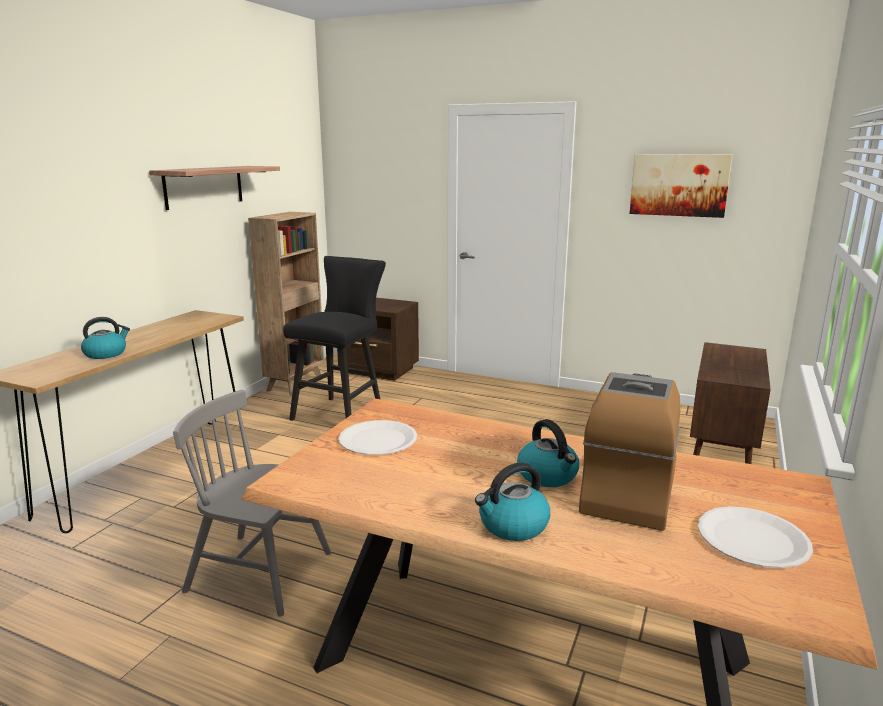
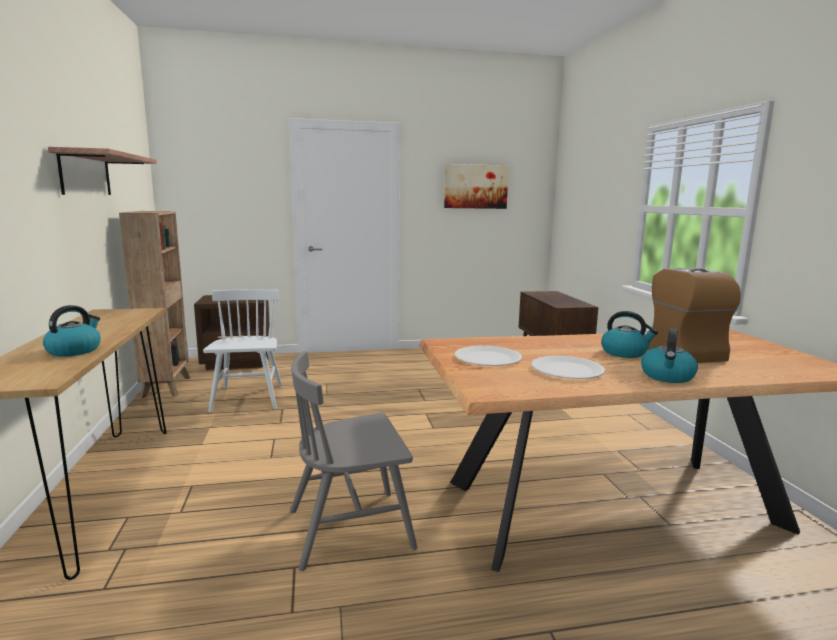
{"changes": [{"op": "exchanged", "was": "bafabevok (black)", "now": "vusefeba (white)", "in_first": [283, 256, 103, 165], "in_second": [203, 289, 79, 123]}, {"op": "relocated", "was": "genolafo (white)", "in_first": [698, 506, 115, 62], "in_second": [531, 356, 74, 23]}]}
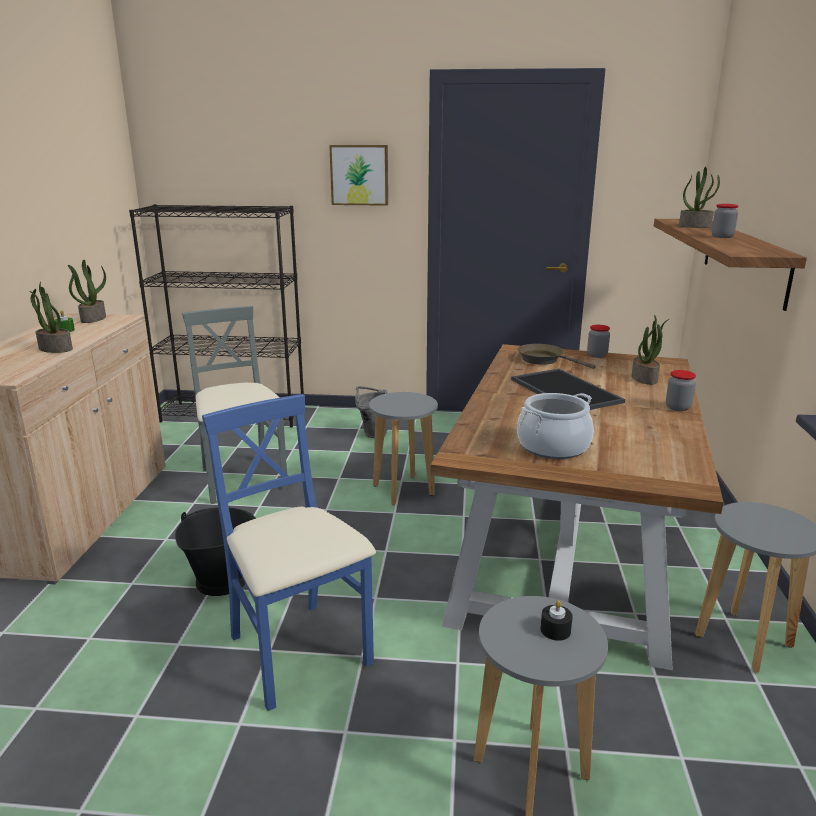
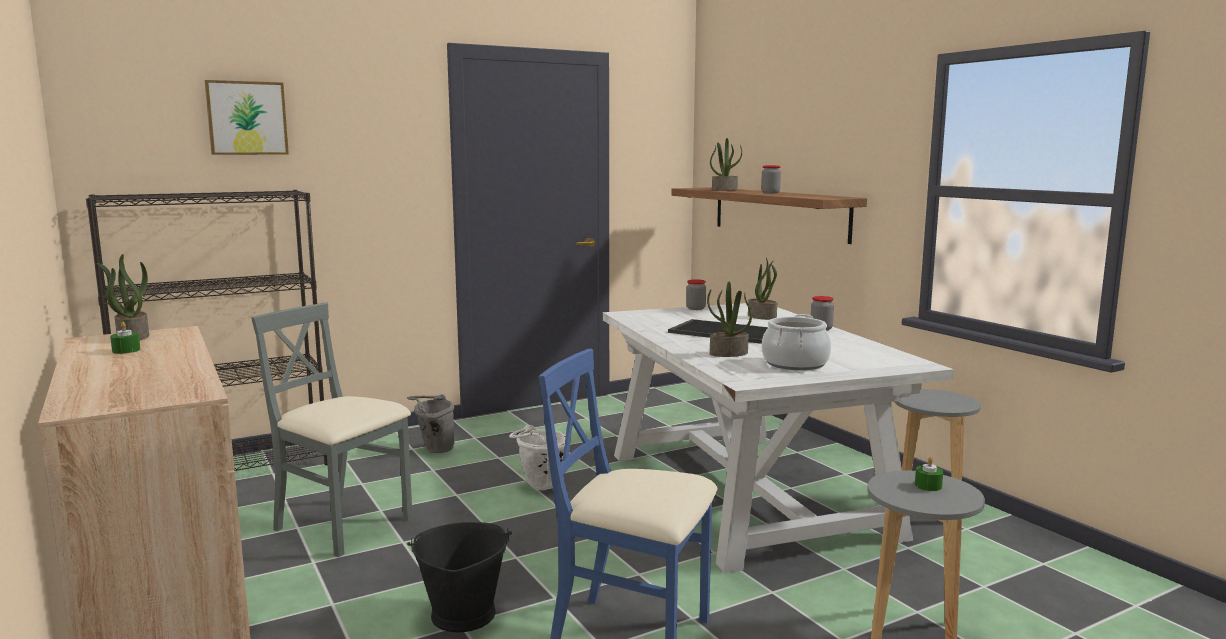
{"changes": [{"op": "relocated", "was": "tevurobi", "in_first": [329, 145, 59, 61], "in_second": [205, 80, 84, 75]}, {"op": "relocated", "was": "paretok", "in_first": [29, 281, 44, 72], "in_second": [707, 282, 45, 75]}, {"op": "colour", "was": "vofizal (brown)", "now": "vofizal (white)", "in_first": [431, 344, 293, 326], "in_second": [603, 303, 351, 270]}, {"op": "missing", "was": "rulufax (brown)", "in_first": [518, 344, 78, 25]}, {"op": "exchanged", "was": "bafabevok (grey)", "now": "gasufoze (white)", "in_first": [369, 392, 69, 113], "in_second": [509, 425, 57, 65]}, {"op": "colour", "was": "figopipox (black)", "now": "figopipox (green)", "in_first": [541, 600, 32, 41], "in_second": [915, 457, 28, 34]}]}
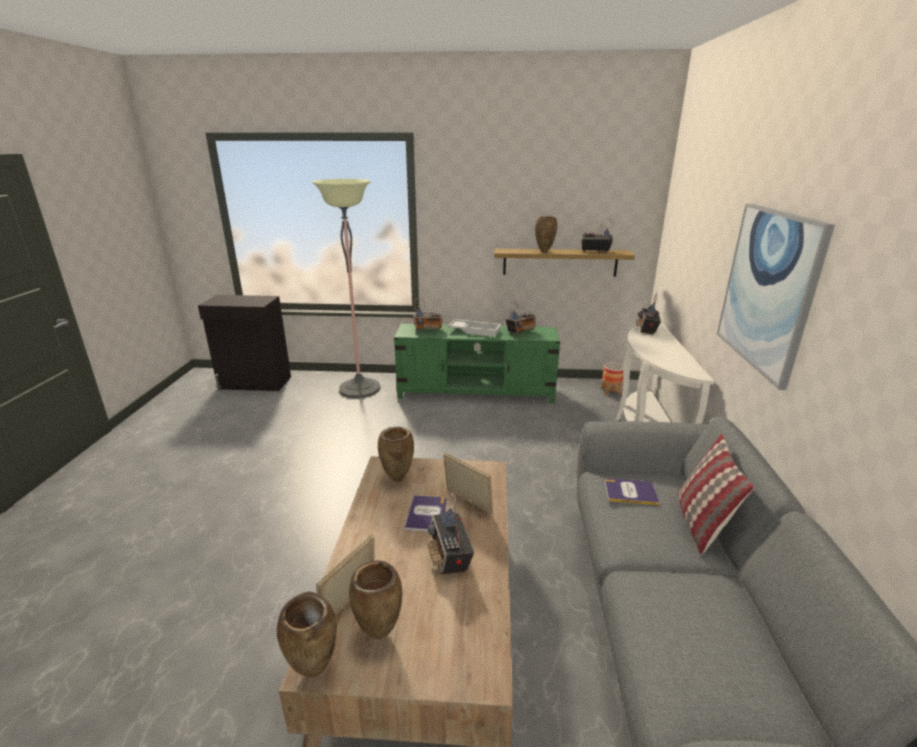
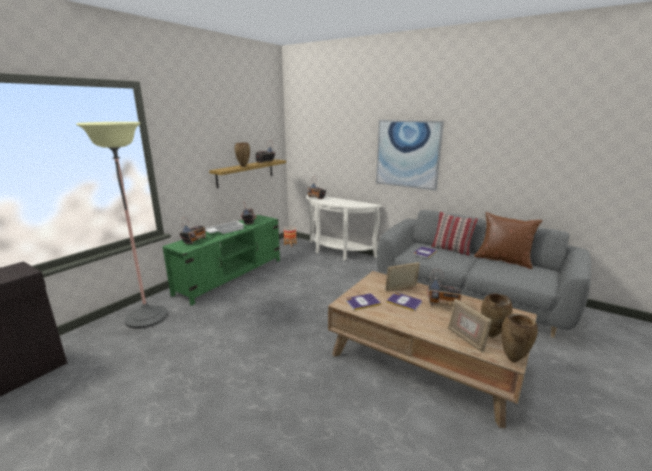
{"changes": [{"op": "exchanged", "was": "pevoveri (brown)", "now": "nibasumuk", "in_first": [378, 427, 36, 55], "in_second": [346, 294, 35, 16]}, {"op": "appeared", "now": "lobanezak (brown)", "in_second": [474, 212, 69, 57]}]}
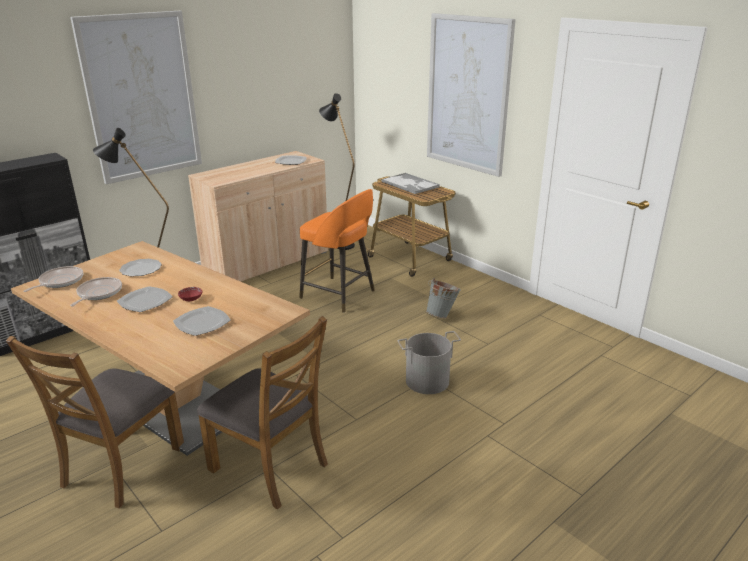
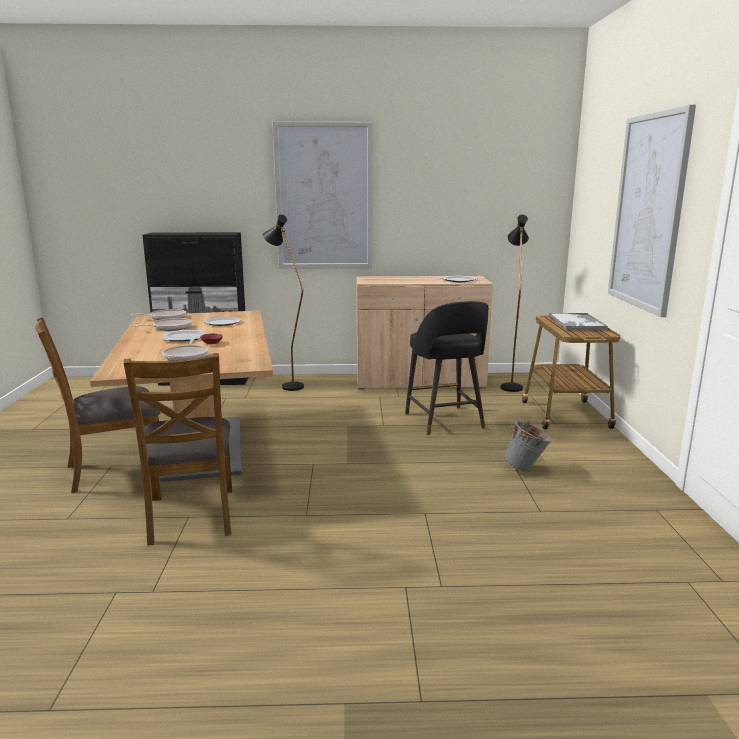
{"changes": [{"op": "colour", "was": "bafabevok (orange)", "now": "bafabevok (black)", "in_first": [299, 189, 76, 124], "in_second": [405, 301, 84, 134]}, {"op": "exchanged", "was": "genolafo", "now": "rulufax", "in_first": [173, 306, 58, 30], "in_second": [162, 338, 47, 23]}, {"op": "missing", "was": "gasufoze (grey)", "in_first": [398, 331, 63, 63]}]}
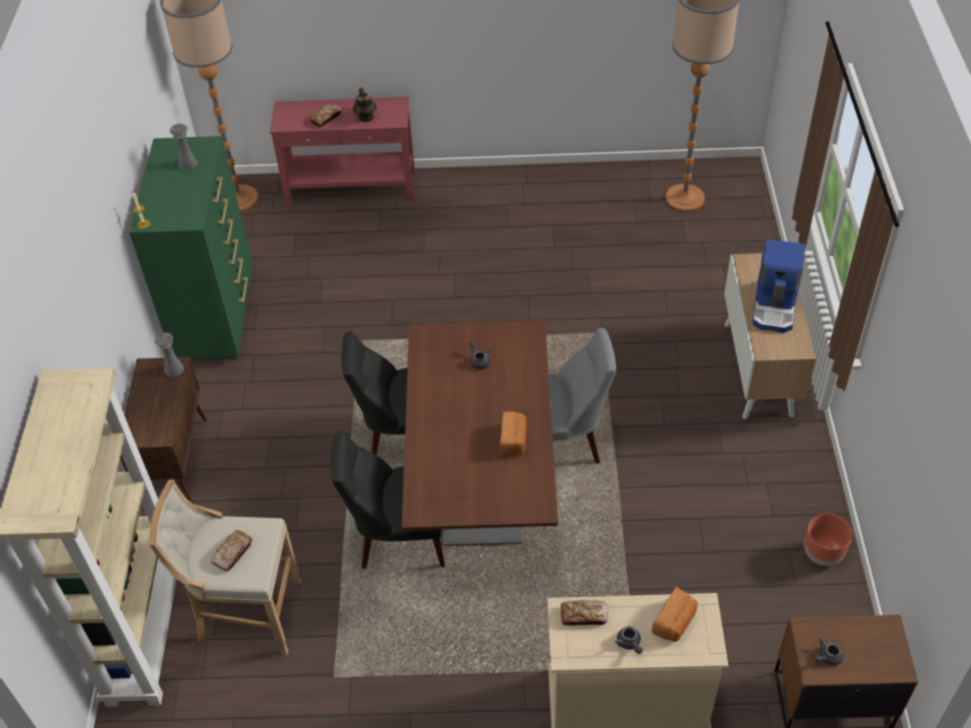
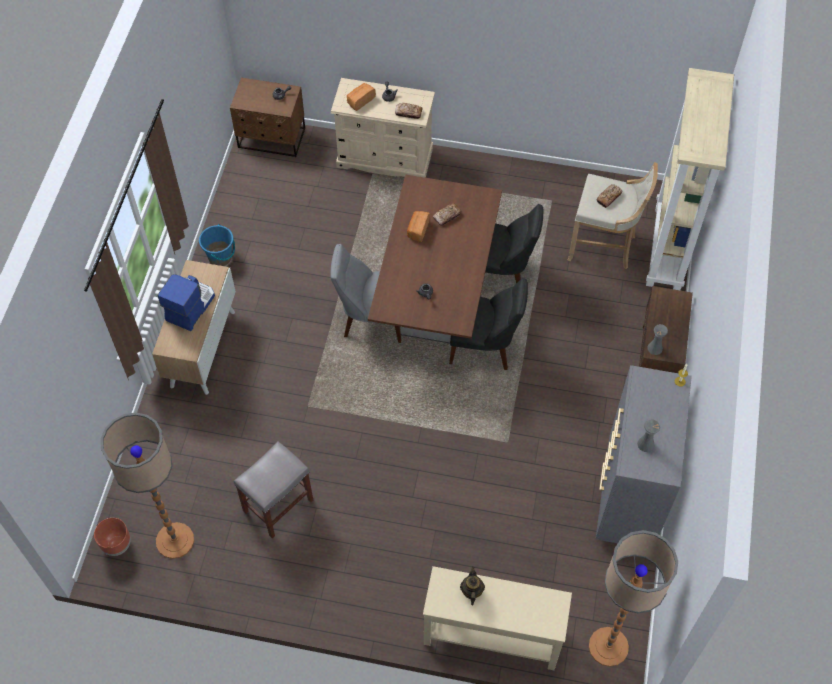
{"changes": [{"op": "colour", "was": "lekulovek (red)", "now": "lekulovek (beige)", "in_first": [270, 97, 145, 108], "in_second": [423, 566, 149, 104]}, {"op": "relocated", "was": "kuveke", "in_first": [310, 104, 32, 24], "in_second": [433, 203, 29, 23]}, {"op": "colour", "was": "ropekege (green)", "now": "ropekege (grey)", "in_first": [129, 136, 124, 224], "in_second": [595, 365, 97, 178]}, {"op": "relocated", "was": "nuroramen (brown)", "in_first": [804, 513, 48, 53], "in_second": [94, 518, 37, 38]}, {"op": "appeared", "now": "gasufoze (blue)", "in_second": [199, 224, 36, 42]}, {"op": "appeared", "now": "bafabevok (grey)", "in_second": [234, 441, 79, 98]}]}
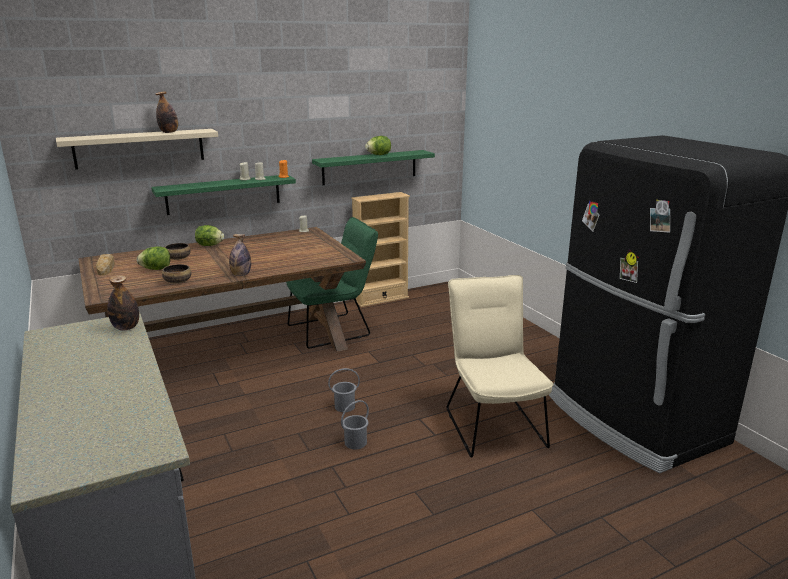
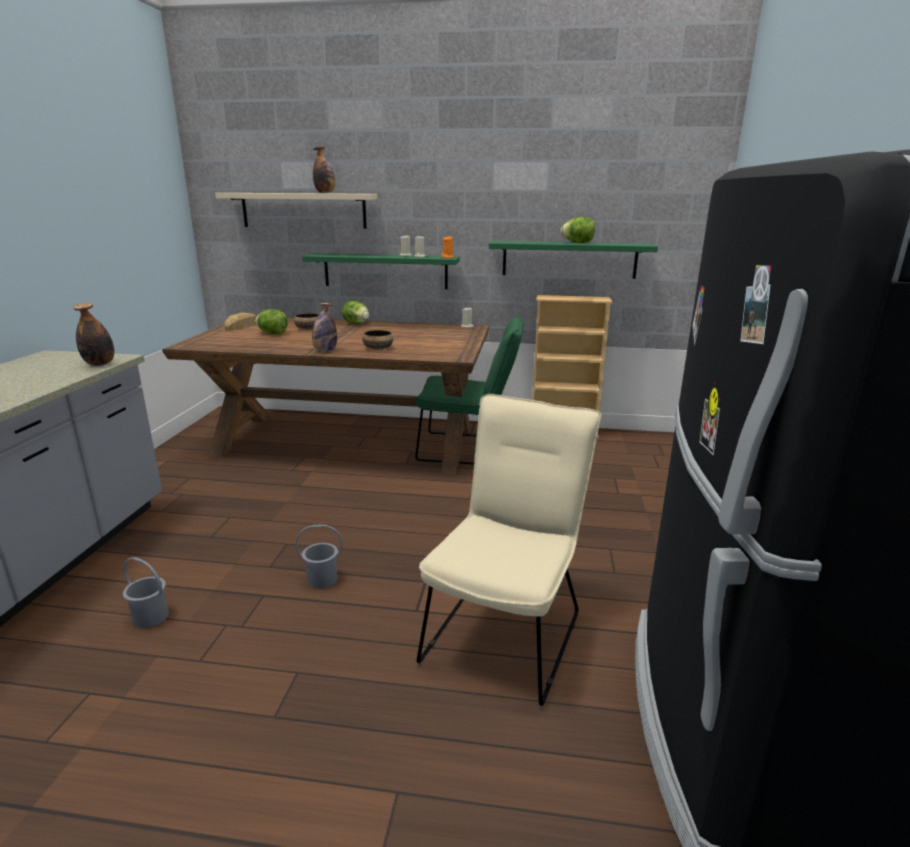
{"changes": [{"op": "relocated", "was": "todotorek", "in_first": [162, 264, 29, 19], "in_second": [362, 330, 31, 20]}, {"op": "relocated", "was": "gasufoze (grey)", "in_first": [328, 368, 32, 44], "in_second": [123, 557, 46, 71]}]}
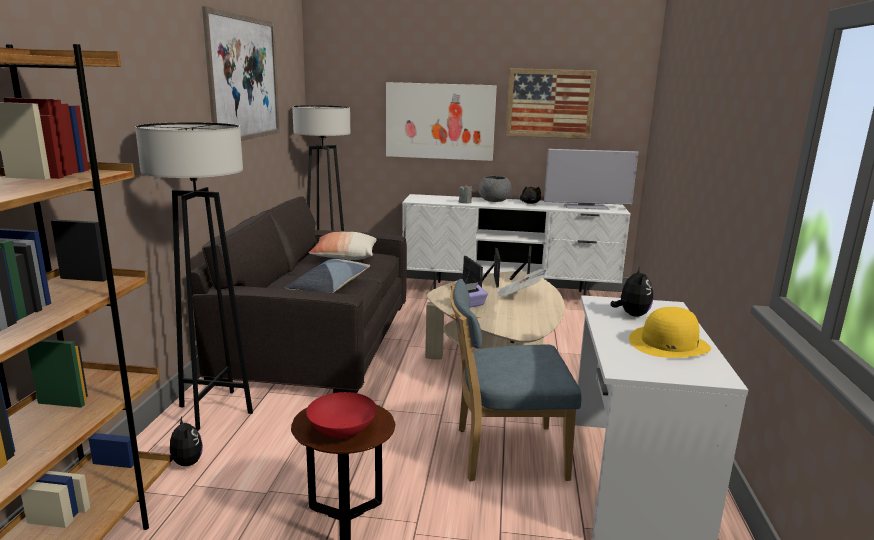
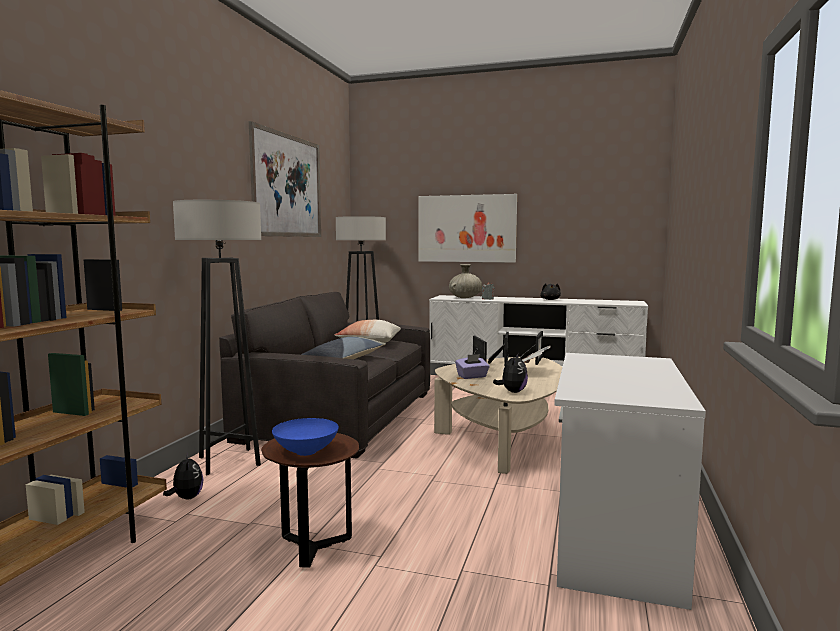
{"changes": [{"op": "missing", "was": "tevurobi", "in_first": [505, 68, 92, 71]}, {"op": "missing", "was": "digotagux", "in_first": [544, 149, 94, 61]}, {"op": "missing", "was": "todotorek (grey)", "in_first": [478, 176, 34, 26]}, {"op": "relocated", "was": "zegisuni", "in_first": [610, 267, 43, 50], "in_second": [493, 353, 35, 40]}, {"op": "missing", "was": "vusefeba (blue)", "in_first": [450, 279, 131, 203]}, {"op": "missing", "was": "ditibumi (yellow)", "in_first": [629, 307, 82, 51]}, {"op": "colour", "was": "todotorek (red)", "now": "todotorek (blue)", "in_first": [306, 392, 71, 46], "in_second": [272, 418, 67, 38]}, {"op": "appeared", "now": "pevoveri (beige)", "in_second": [449, 264, 33, 34]}]}
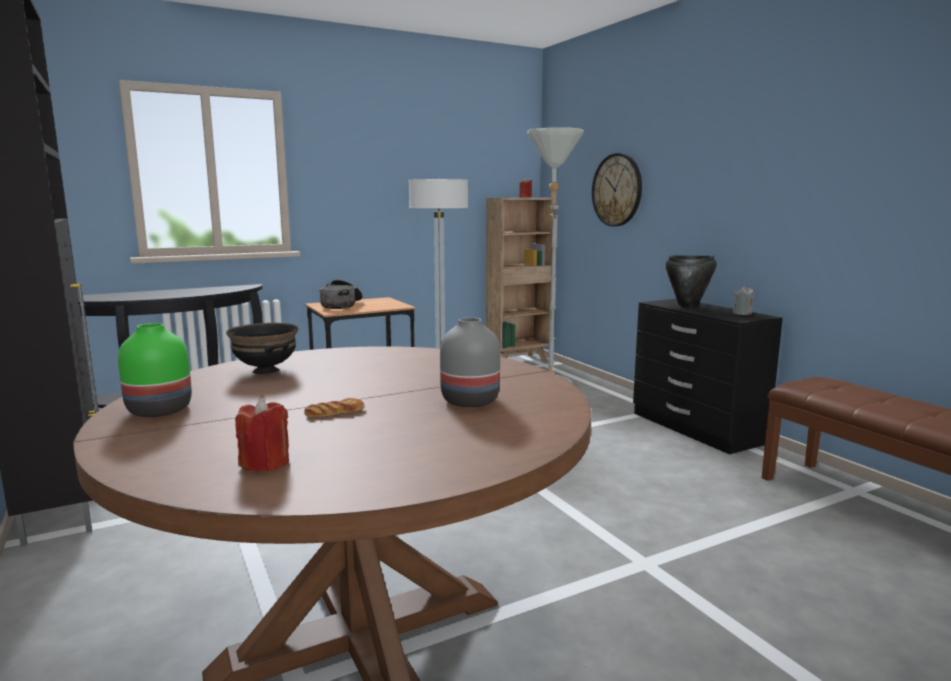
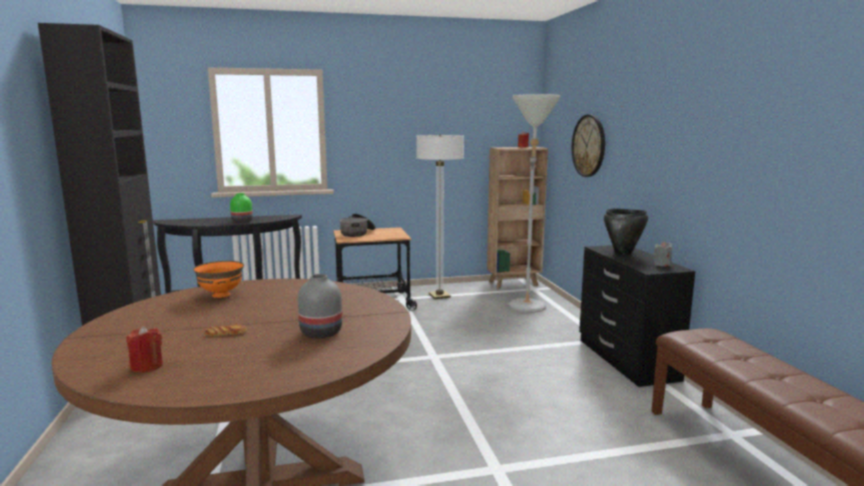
{"changes": [{"op": "relocated", "was": "pevoveri (green)", "in_first": [118, 323, 74, 94], "in_second": [230, 193, 23, 30]}, {"op": "colour", "was": "todotorek (black)", "now": "todotorek (orange)", "in_first": [226, 323, 73, 51], "in_second": [193, 261, 51, 37]}]}
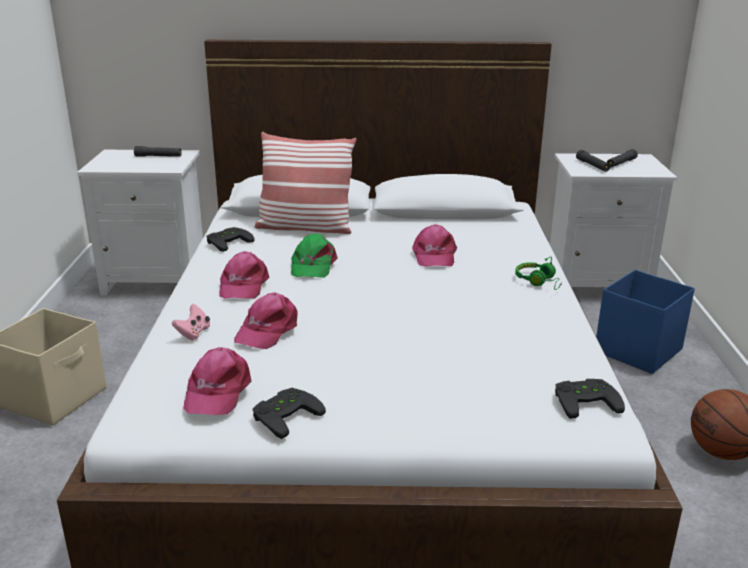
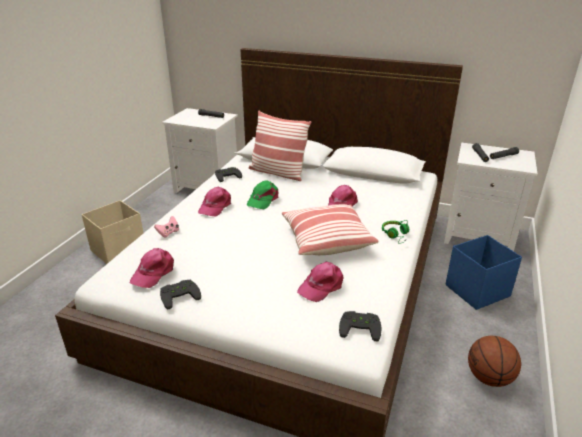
{"changes": [{"op": "relocated", "was": "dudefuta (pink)", "in_first": [234, 292, 63, 57], "in_second": [297, 262, 47, 40]}, {"op": "appeared", "now": "lobanezak", "in_second": [282, 204, 97, 51]}]}
